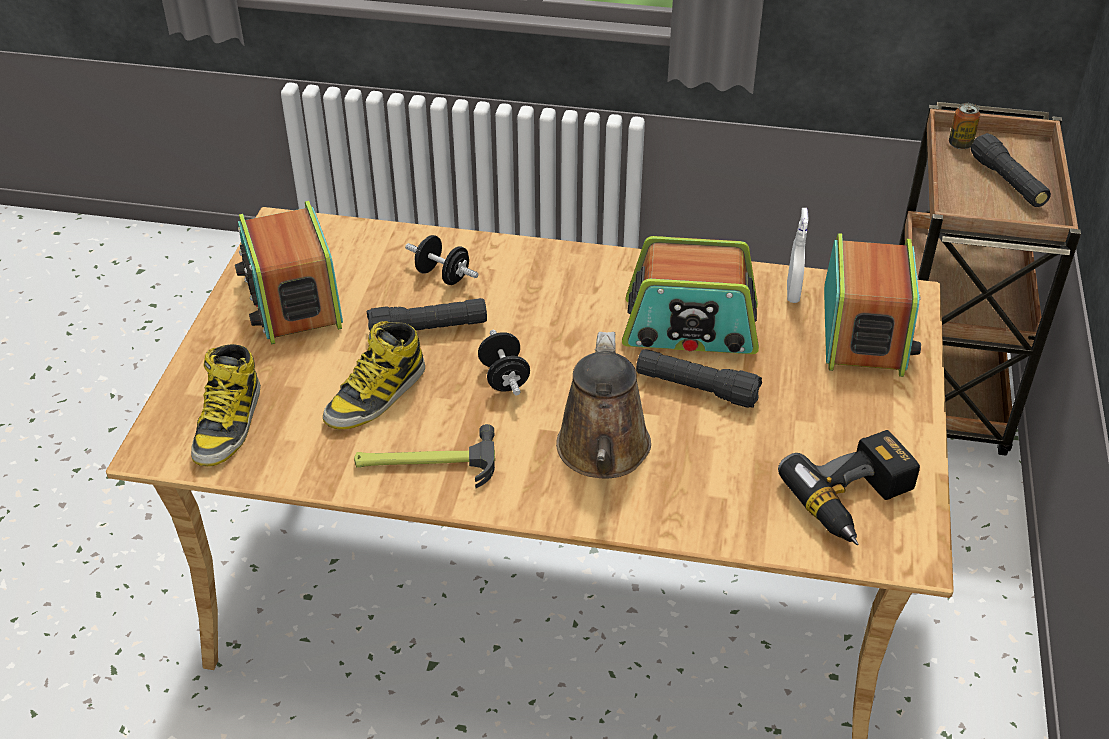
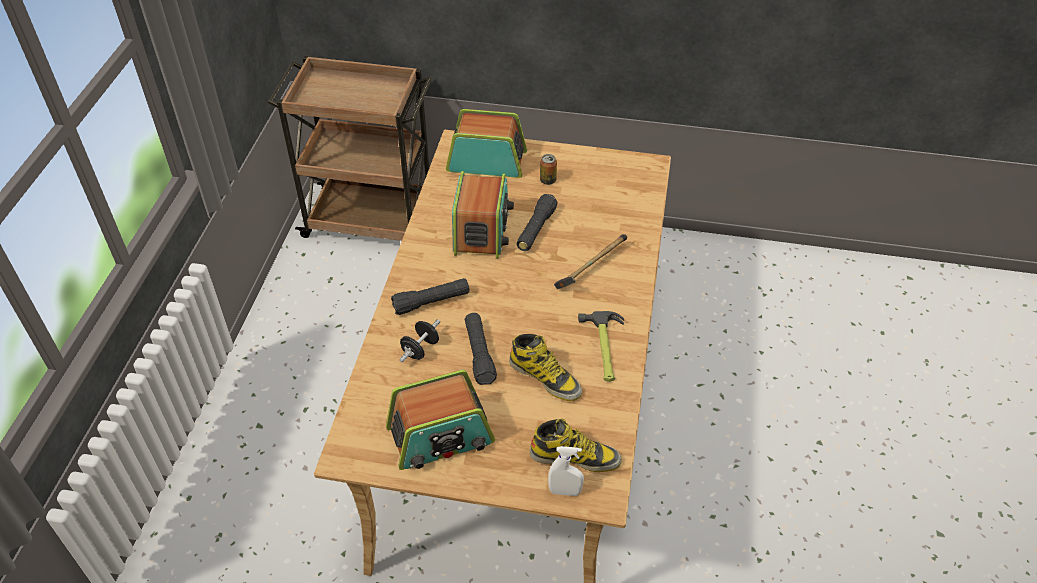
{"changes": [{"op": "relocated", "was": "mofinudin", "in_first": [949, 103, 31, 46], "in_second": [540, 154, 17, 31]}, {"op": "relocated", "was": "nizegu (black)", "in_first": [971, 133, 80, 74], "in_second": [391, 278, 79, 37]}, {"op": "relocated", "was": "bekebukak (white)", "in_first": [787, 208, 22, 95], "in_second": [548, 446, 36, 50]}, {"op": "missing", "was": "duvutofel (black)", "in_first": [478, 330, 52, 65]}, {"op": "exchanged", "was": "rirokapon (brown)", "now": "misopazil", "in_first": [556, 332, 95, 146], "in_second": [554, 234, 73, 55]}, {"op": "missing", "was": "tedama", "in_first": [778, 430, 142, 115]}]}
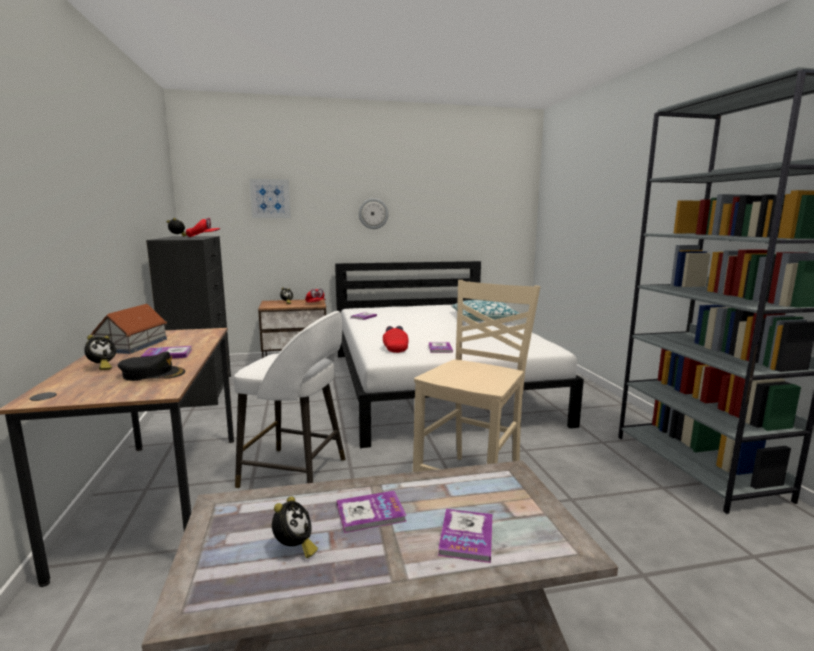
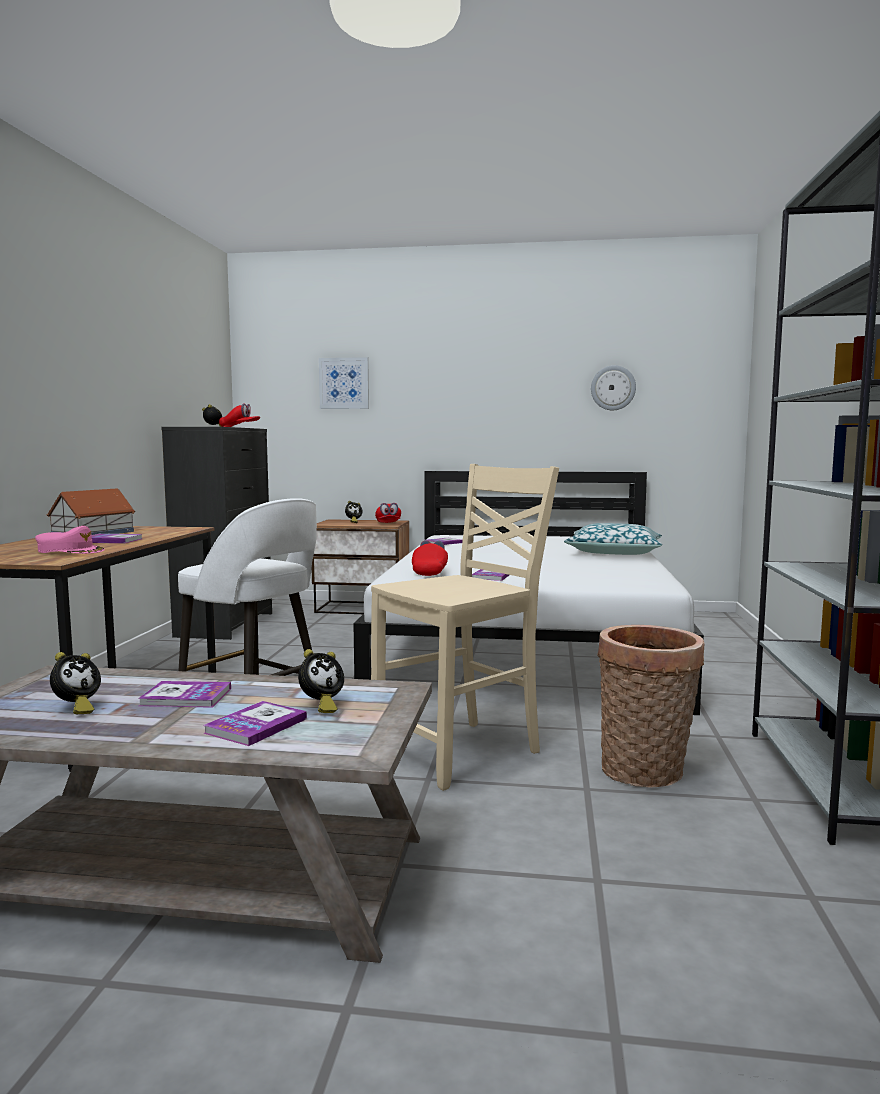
{"changes": [{"op": "relocated", "was": "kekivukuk", "in_first": [359, 198, 30, 31], "in_second": [591, 365, 45, 45]}, {"op": "relocated", "was": "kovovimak", "in_first": [84, 335, 32, 35], "in_second": [298, 649, 46, 64]}, {"op": "colour", "was": "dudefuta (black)", "now": "dudefuta (pink)", "in_first": [118, 352, 67, 29], "in_second": [35, 526, 70, 28]}, {"op": "appeared", "now": "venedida", "in_second": [597, 625, 107, 162]}]}
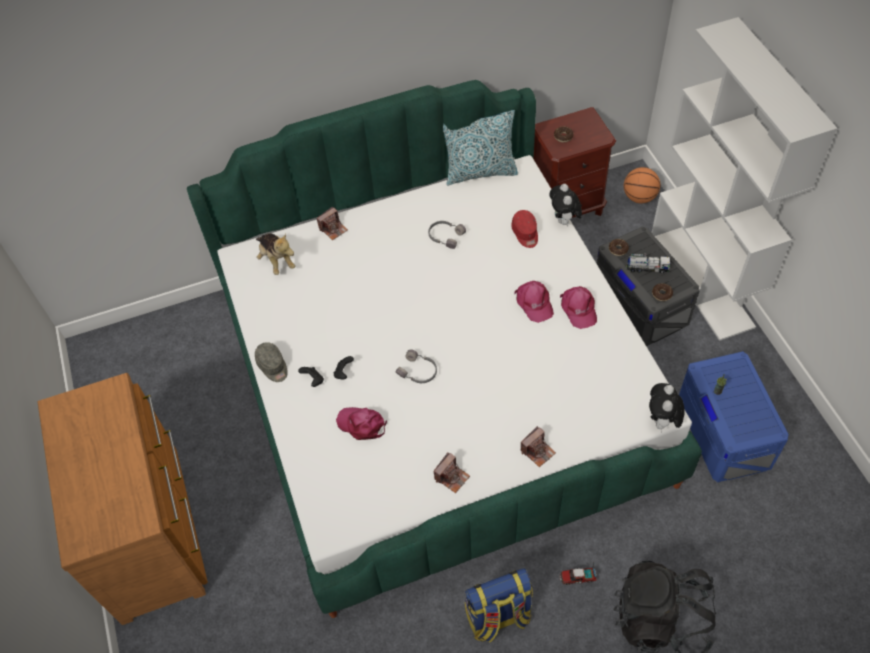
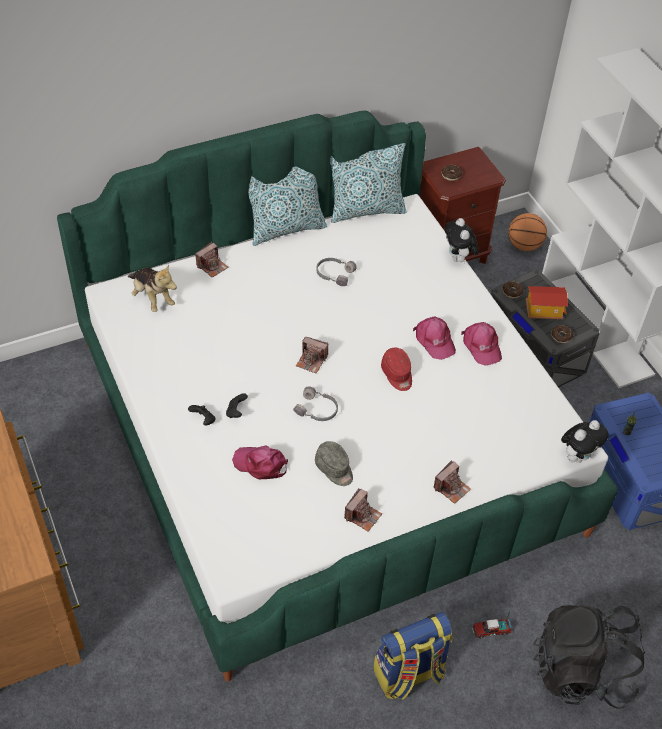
{"changes": [{"op": "relocated", "was": "dudefuta (red)", "in_first": [511, 210, 27, 38], "in_second": [381, 348, 31, 43]}, {"op": "exchanged", "was": "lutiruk", "now": "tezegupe", "in_first": [626, 254, 45, 19], "in_second": [525, 286, 43, 33]}, {"op": "relocated", "was": "dudefuta (grey)", "in_first": [255, 342, 33, 40], "in_second": [315, 441, 38, 45]}, {"op": "spun", "was": "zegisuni", "in_first": [649, 383, 36, 49], "in_second": [561, 420, 47, 43], "clockwise": -135}, {"op": "appeared", "now": "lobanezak", "in_second": [249, 166, 78, 80]}, {"op": "appeared", "now": "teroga", "in_second": [296, 336, 32, 38]}]}
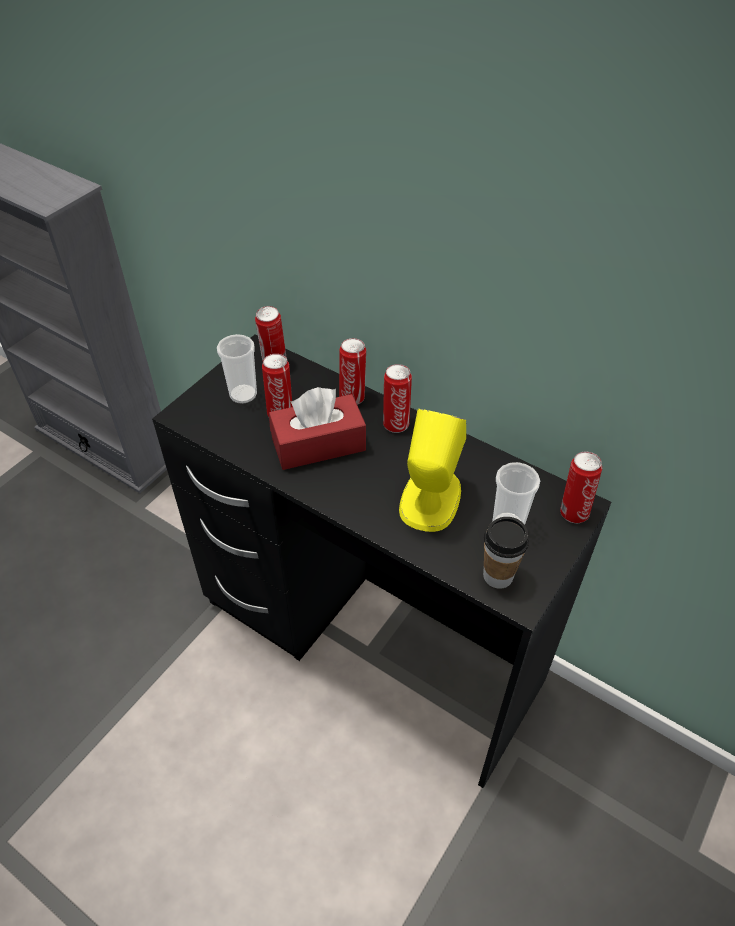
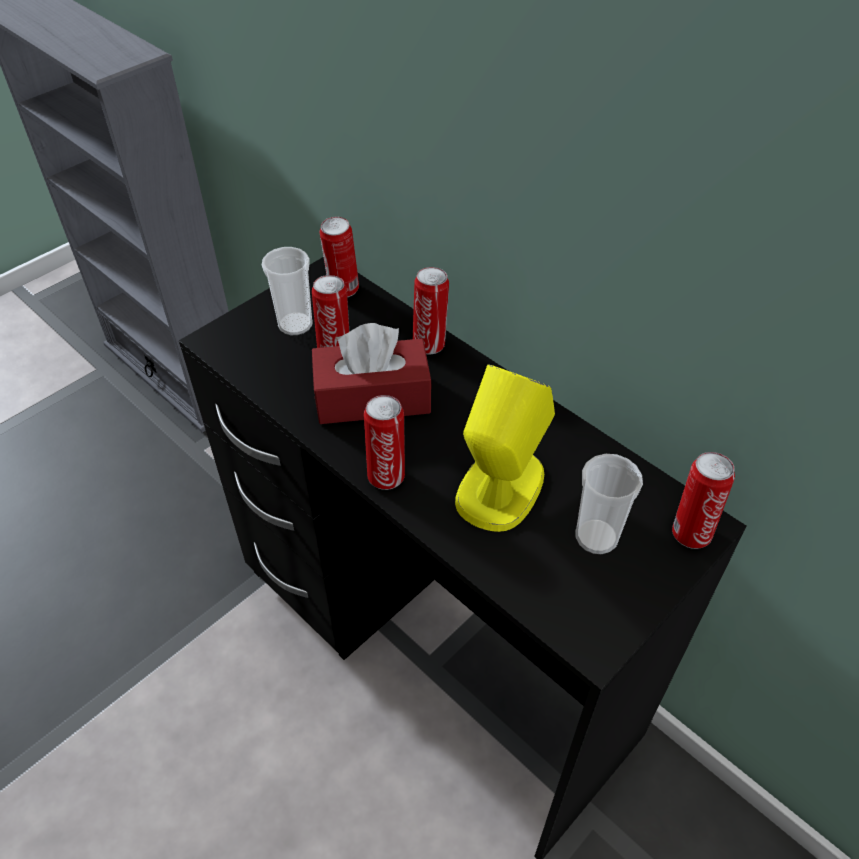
{"changes": [{"op": "relocated", "was": "mofinudin", "in_first": [383, 364, 29, 69], "in_second": [364, 395, 41, 95]}, {"op": "missing", "was": "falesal", "in_first": [483, 517, 46, 72]}]}
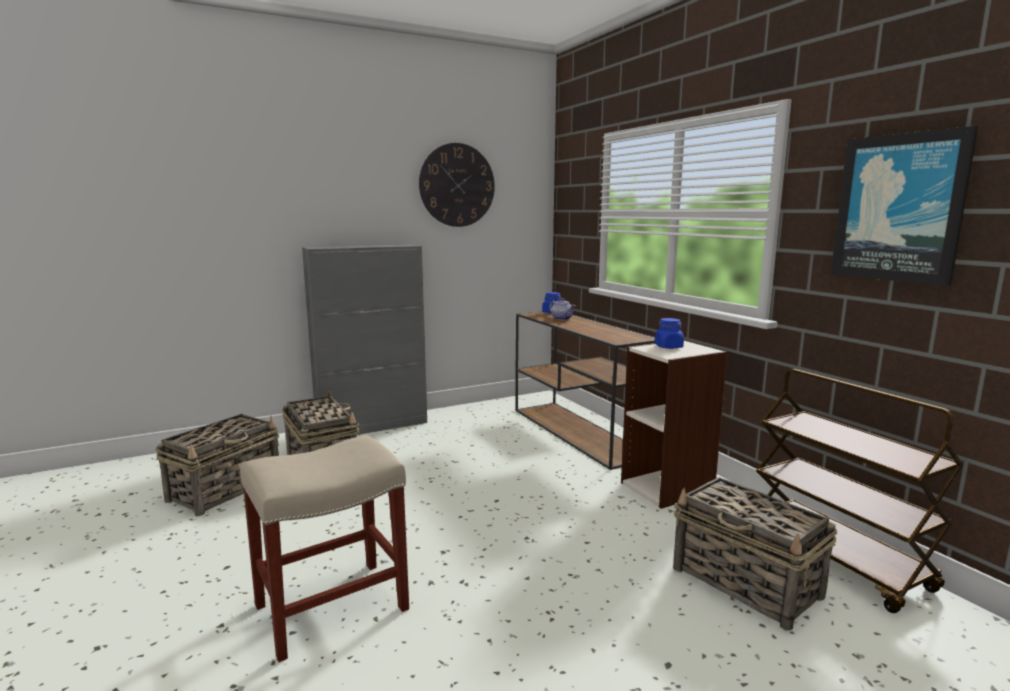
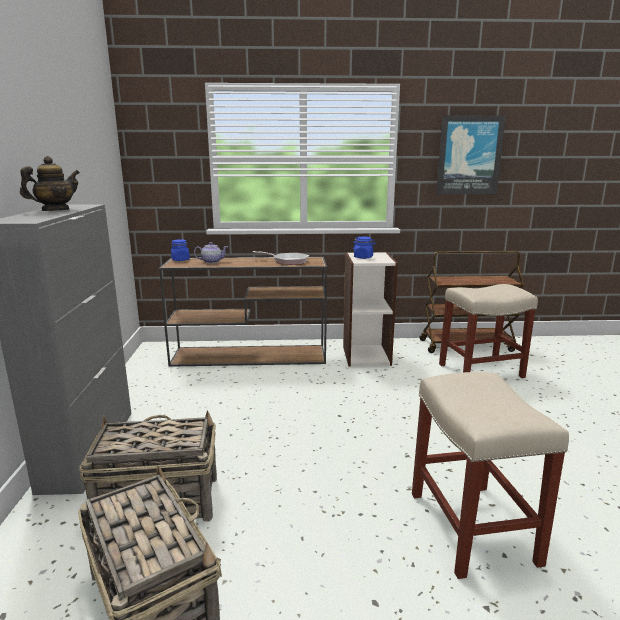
{"changes": [{"op": "missing", "was": "kekivukuk", "in_first": [419, 143, 76, 84]}, {"op": "exchanged", "was": "venedida", "now": "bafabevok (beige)", "in_first": [673, 477, 164, 154], "in_second": [439, 284, 99, 94]}, {"op": "appeared", "now": "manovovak", "in_second": [20, 156, 60, 55]}, {"op": "appeared", "now": "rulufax", "in_second": [253, 251, 56, 14]}]}
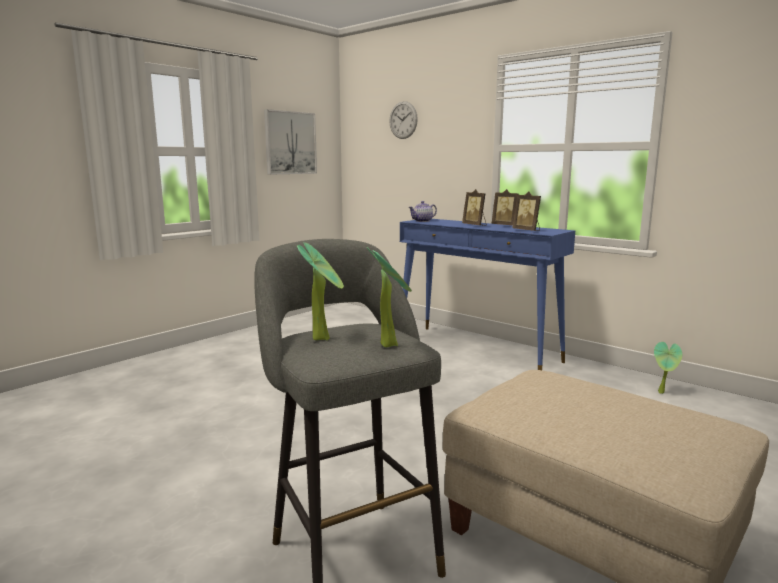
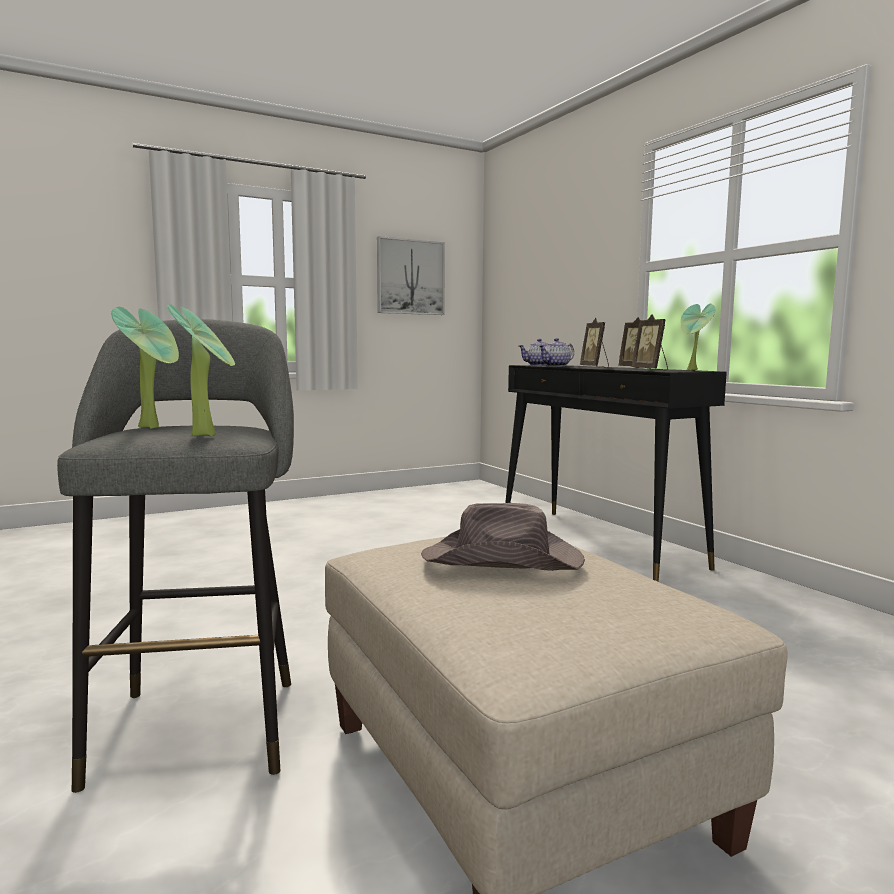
{"changes": [{"op": "missing", "was": "kekivukuk", "in_first": [389, 101, 29, 38]}, {"op": "colour", "was": "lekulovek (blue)", "now": "lekulovek (black)", "in_first": [400, 219, 175, 151], "in_second": [505, 365, 222, 217]}, {"op": "relocated", "was": "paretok", "in_first": [654, 342, 28, 52], "in_second": [681, 304, 34, 66]}, {"op": "appeared", "now": "manovovak", "in_second": [539, 338, 35, 29]}, {"op": "appeared", "now": "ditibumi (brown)", "in_second": [421, 503, 164, 68]}]}
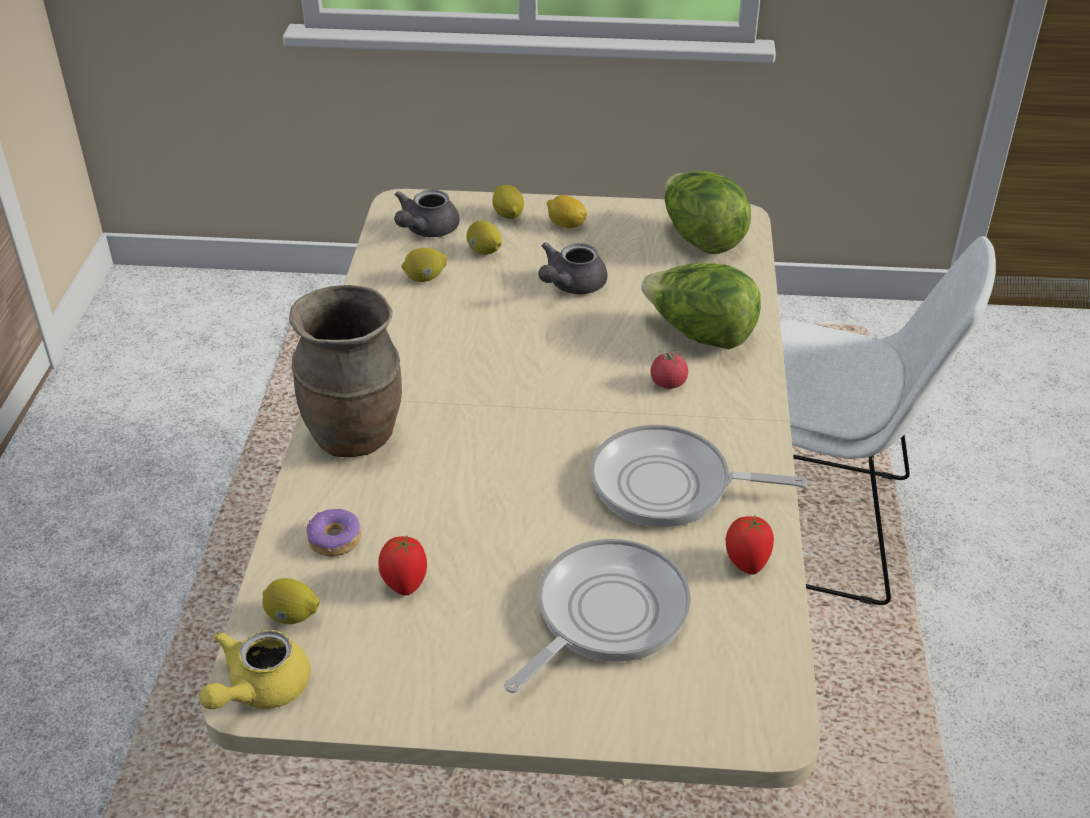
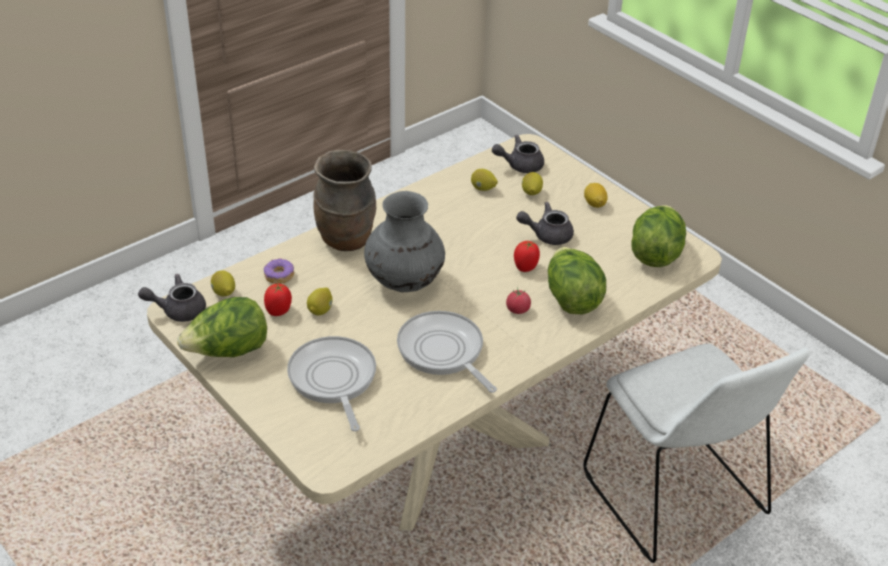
{"changes": [{"op": "relocated", "was": "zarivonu", "in_first": [493, 185, 31, 34], "in_second": [307, 287, 26, 29]}, {"op": "relocated", "was": "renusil", "in_first": [726, 516, 48, 58], "in_second": [514, 241, 26, 31]}, {"op": "spun", "was": "rulufax", "in_first": [504, 539, 187, 154], "in_second": [287, 336, 89, 95], "clockwise": -105}, {"op": "colour", "was": "manovovak (yellow)", "now": "manovovak (grey)", "in_first": [200, 630, 111, 79], "in_second": [138, 274, 68, 48]}, {"op": "appeared", "now": "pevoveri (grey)", "in_second": [364, 191, 81, 101]}, {"op": "appeared", "now": "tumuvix", "in_second": [177, 297, 90, 60]}]}
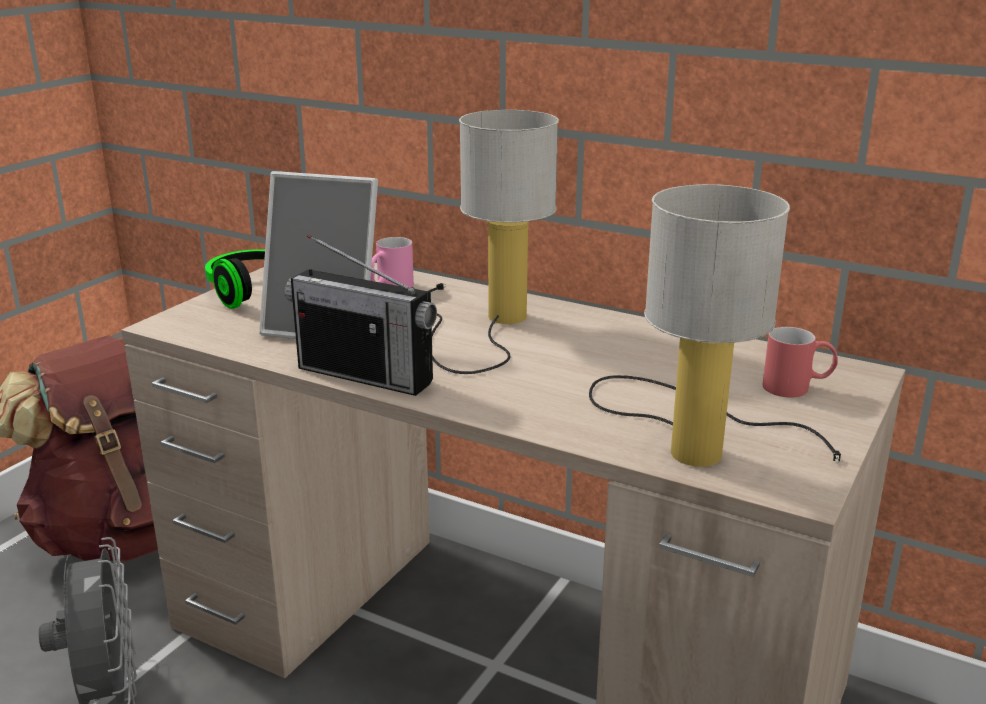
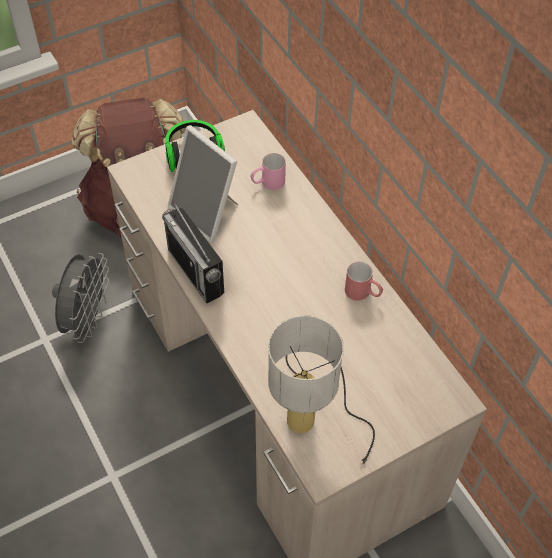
{"changes": [{"op": "missing", "was": "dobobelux", "in_first": [429, 110, 130, 264]}, {"op": "relocated", "was": "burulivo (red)", "in_first": [762, 327, 76, 70], "in_second": [345, 262, 38, 39]}]}
